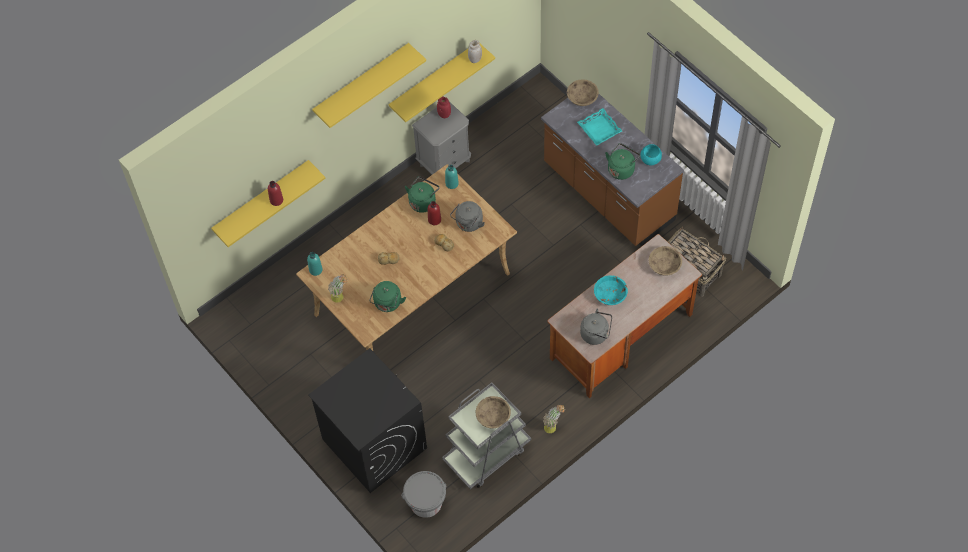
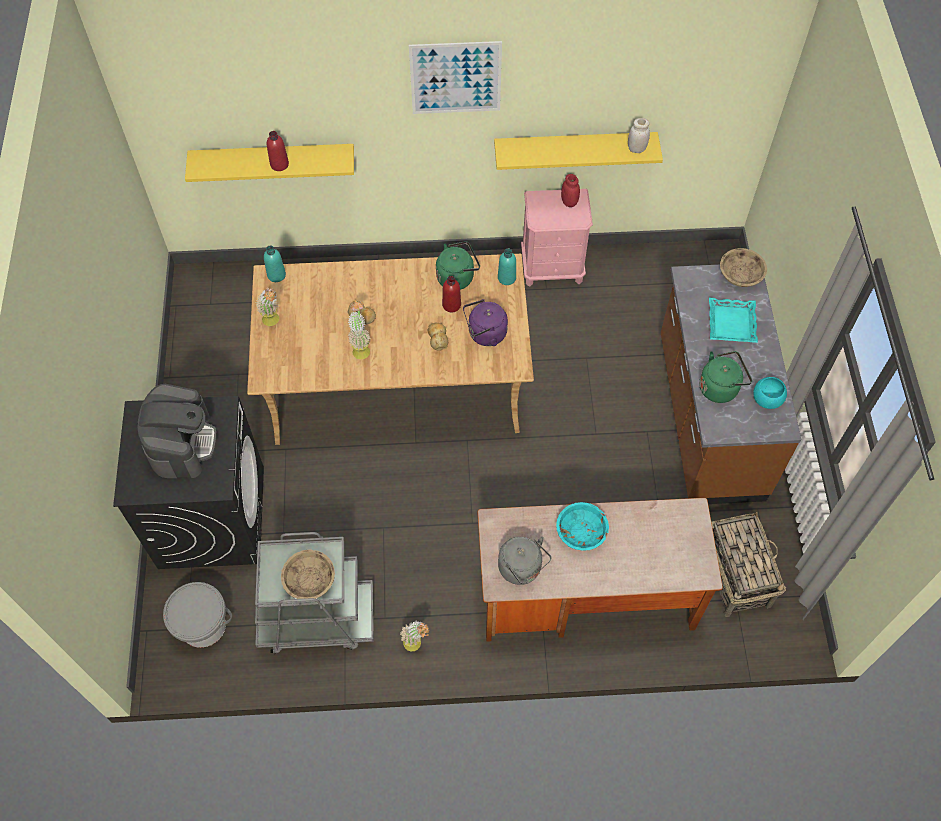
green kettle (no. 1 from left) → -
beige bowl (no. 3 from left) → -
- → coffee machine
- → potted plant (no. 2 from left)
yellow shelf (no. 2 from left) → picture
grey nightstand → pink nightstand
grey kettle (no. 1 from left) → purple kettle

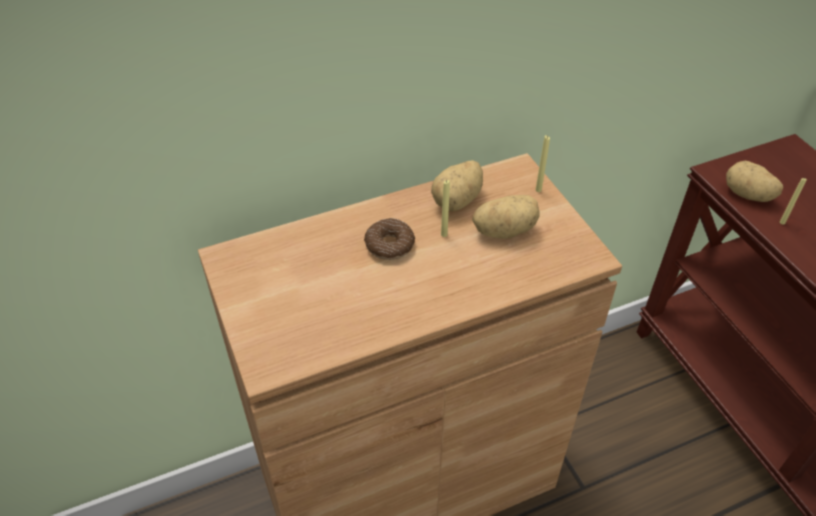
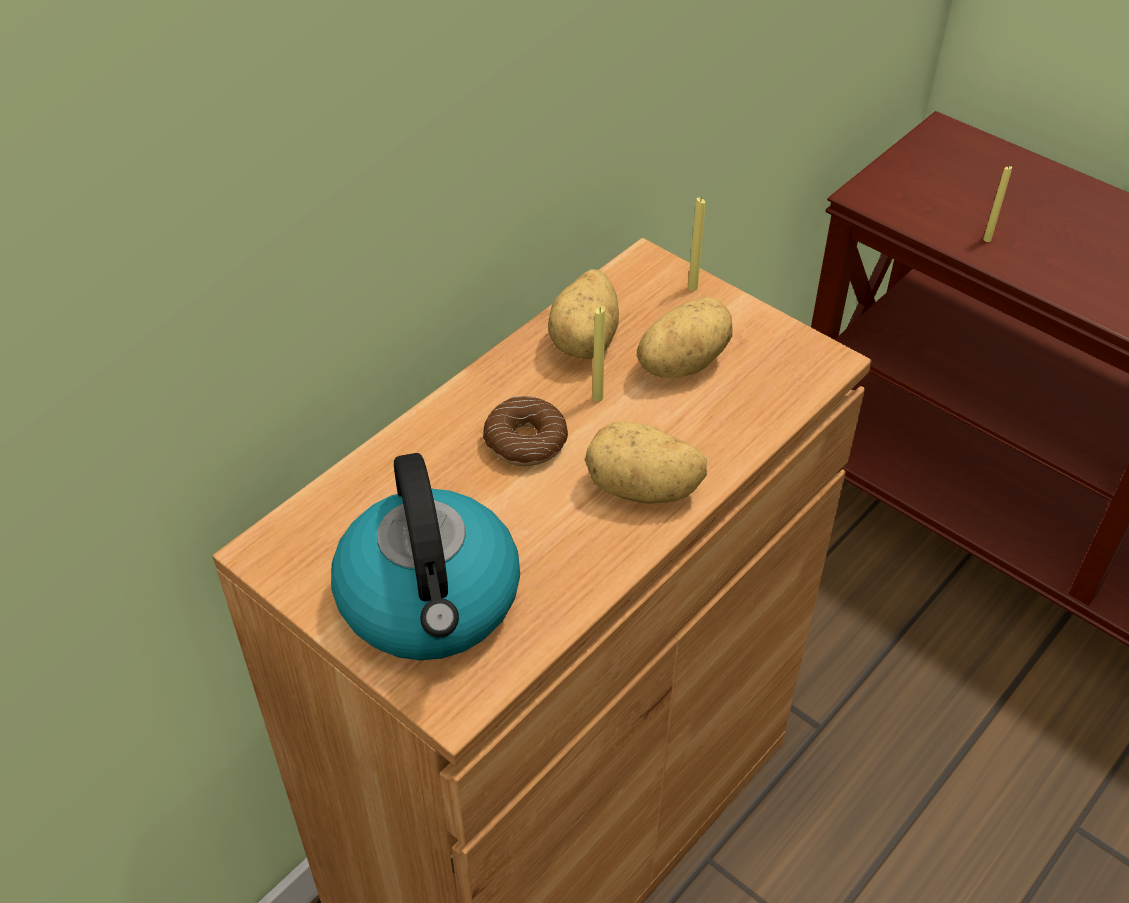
- → kettle
potato (no. 3 from left in the first image) → potato (no. 2 from left), shifted

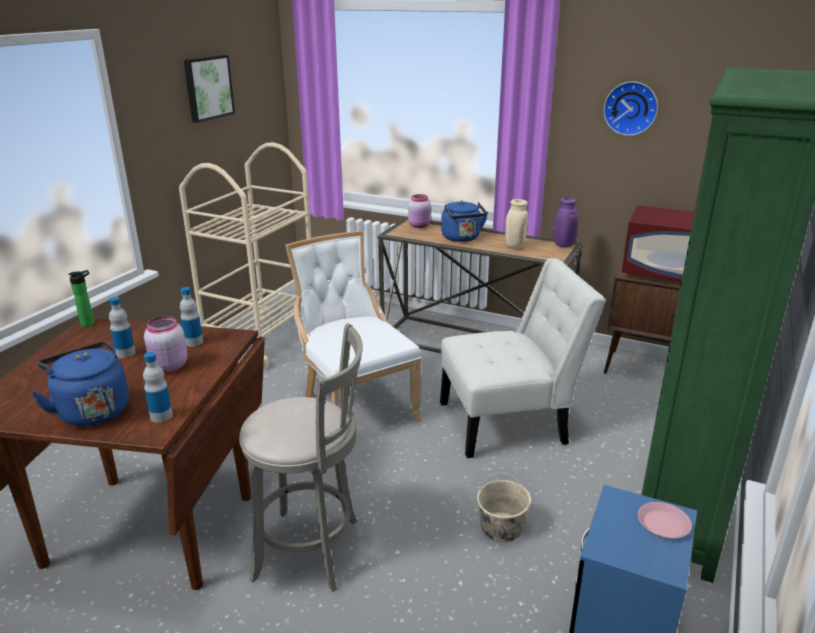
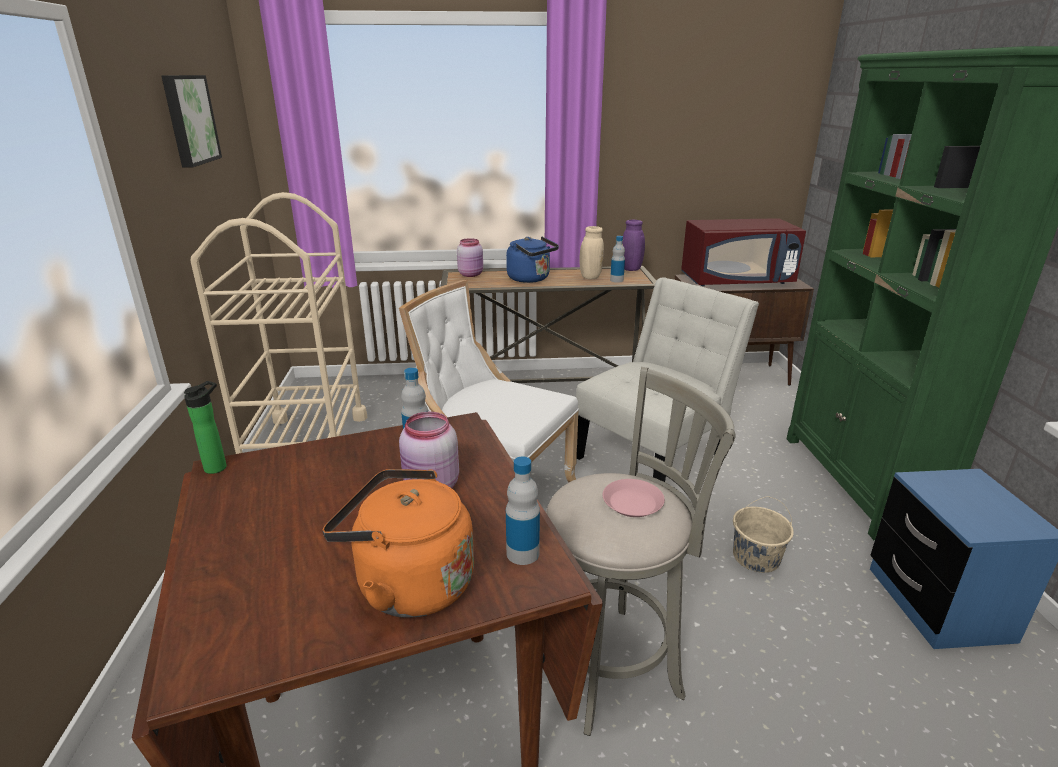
wall clock → -
bottle (no. 2 from left in the first image) → bottle (no. 4 from left), shifted
pink plate, shifted
blue kettle (no. 1 from left) → orange kettle

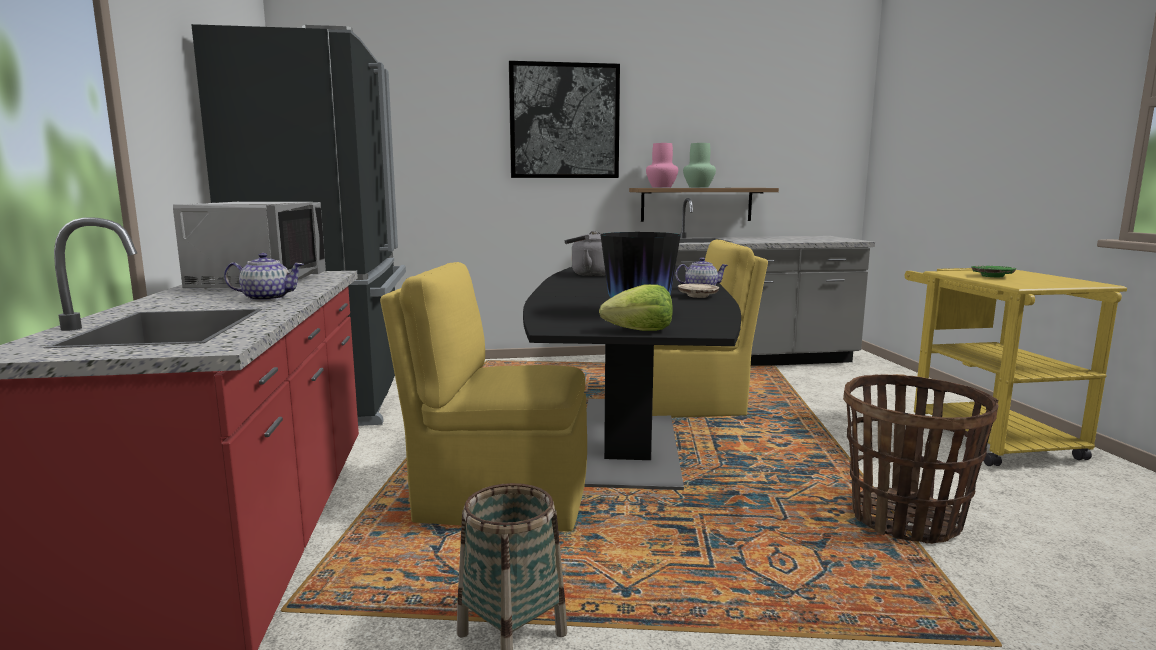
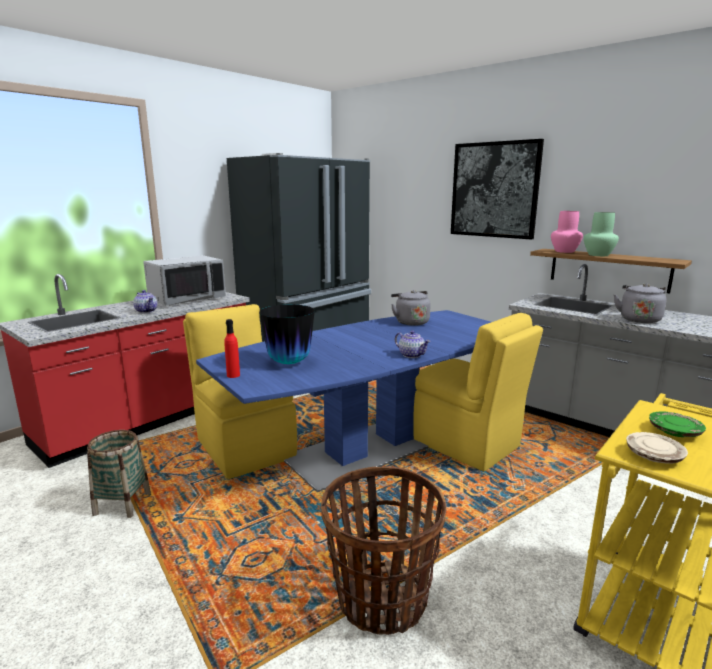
- → grey kettle (no. 2 from left)
beige plate, shifted
lettuce → red bottle
black dining table → blue dining table

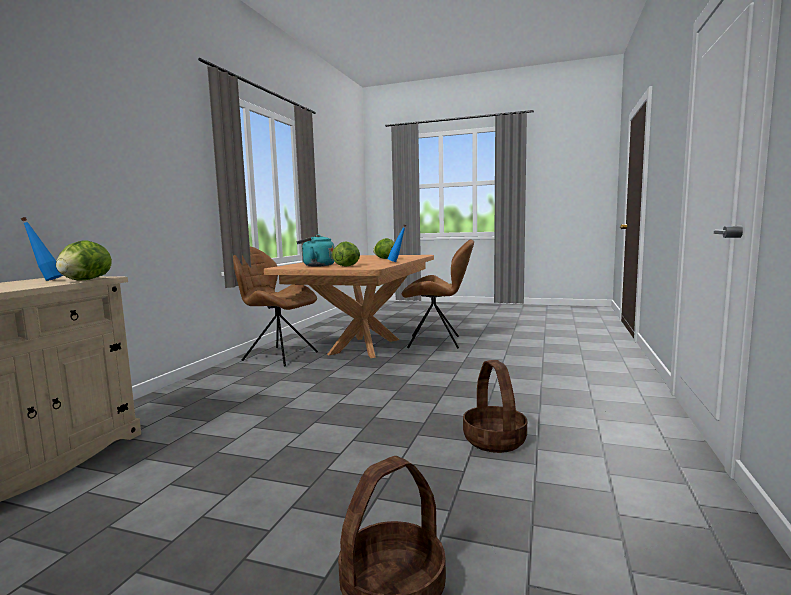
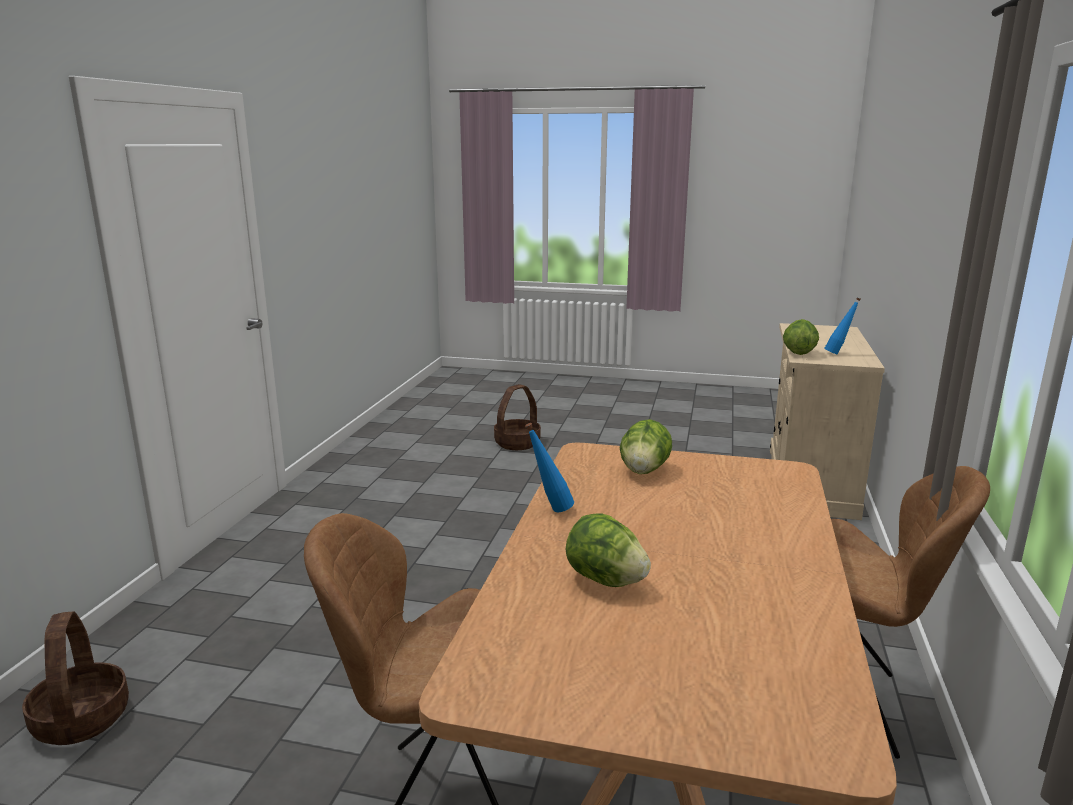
turquoise kettle → -
basket (no. 2 from left in the first image) → basket (no. 1 from left), shifted

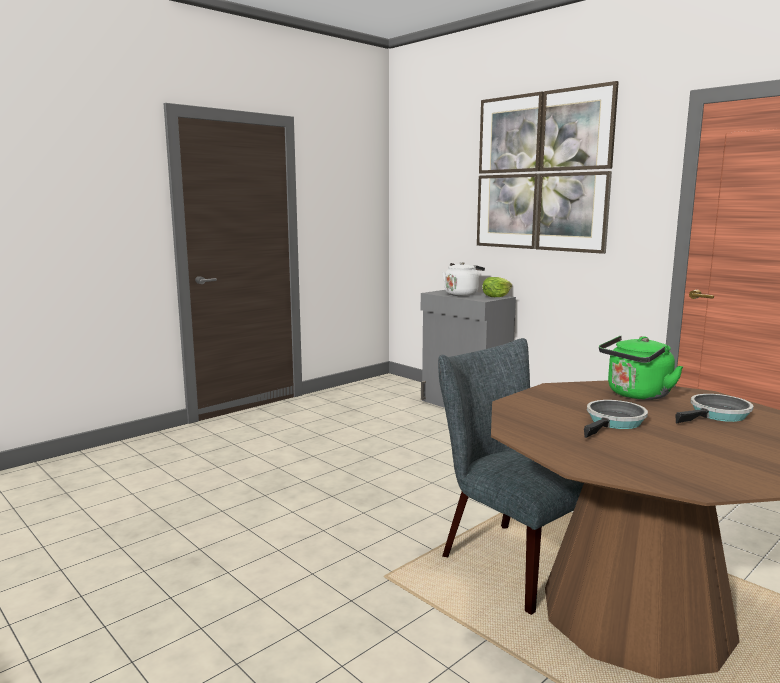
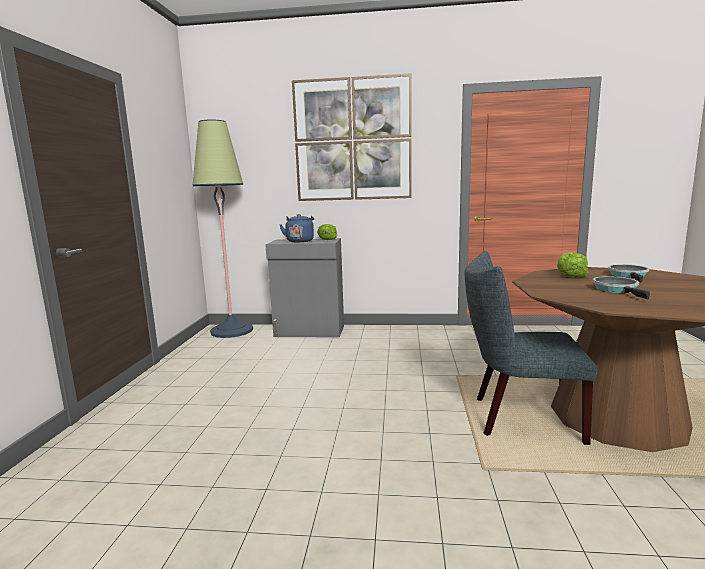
- → floor lamp
green kettle → lettuce (no. 2 from left)
white kettle → blue kettle

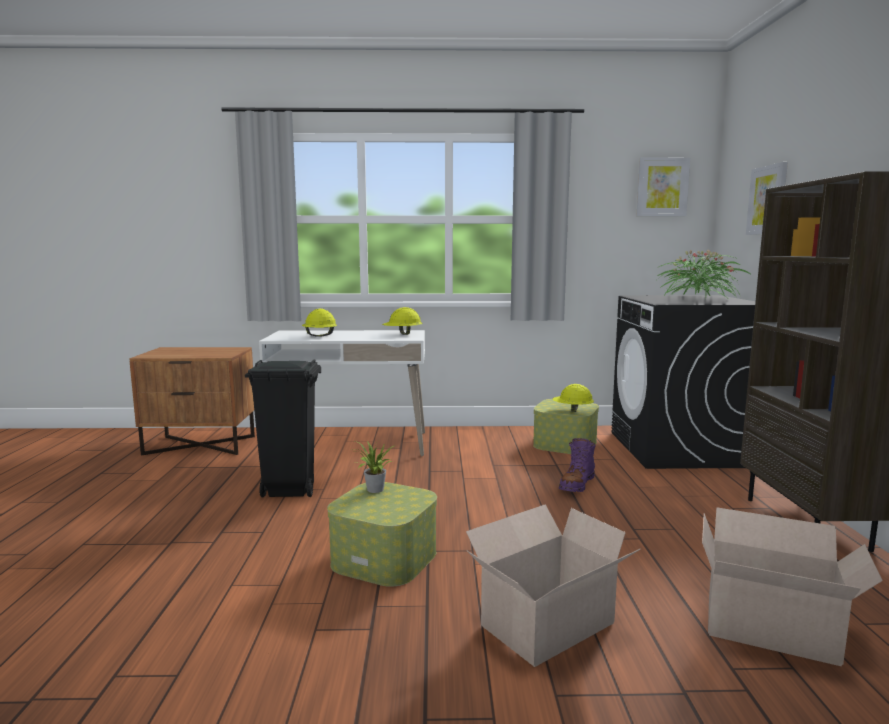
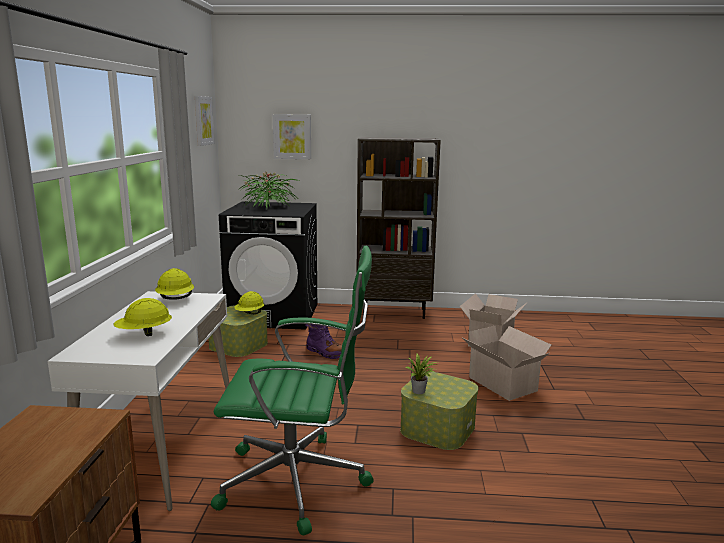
black trash can → green office chair

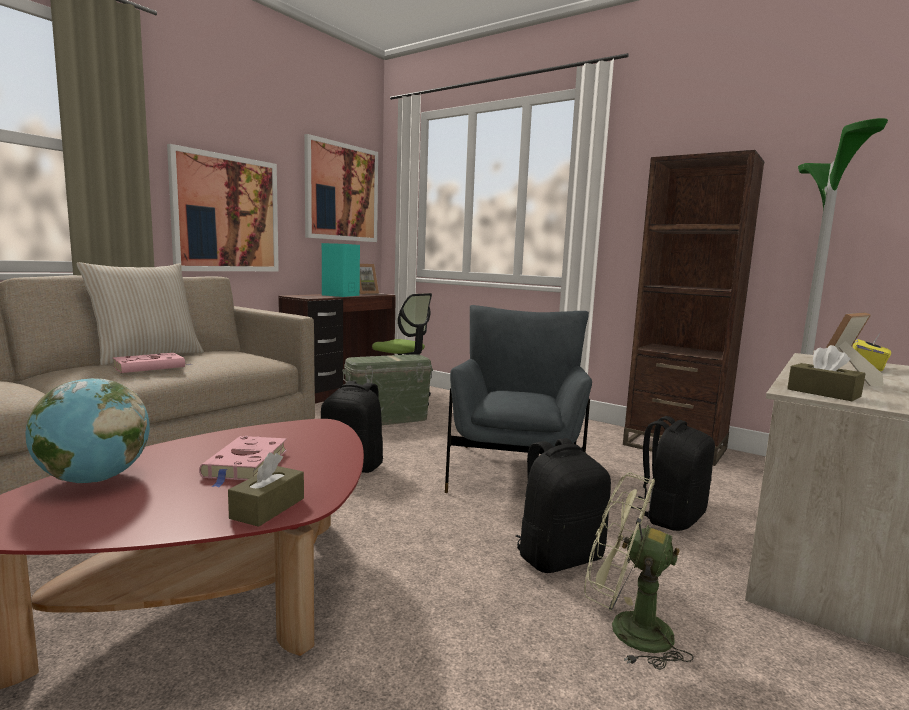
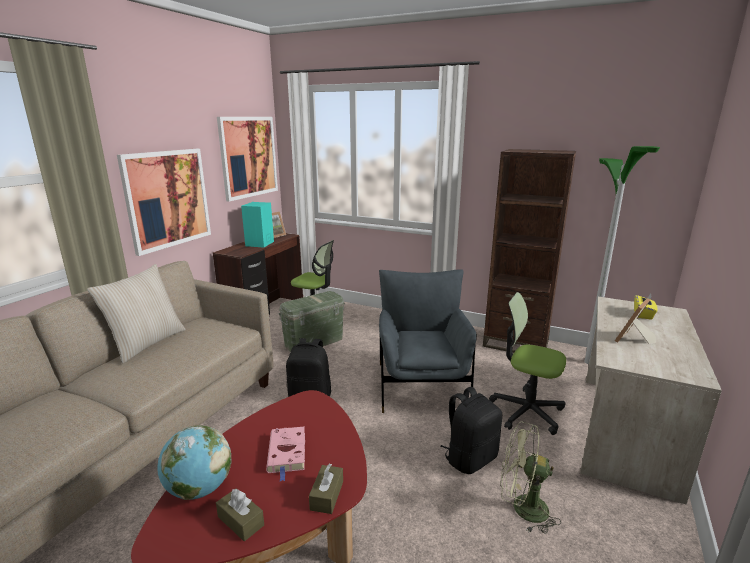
pink book (no. 1 from left) → -
brown tissue box (no. 2 from left in the first image) → brown tissue box (no. 1 from left), shifted
black backpack (no. 3 from left) → office chair (no. 2 from left)

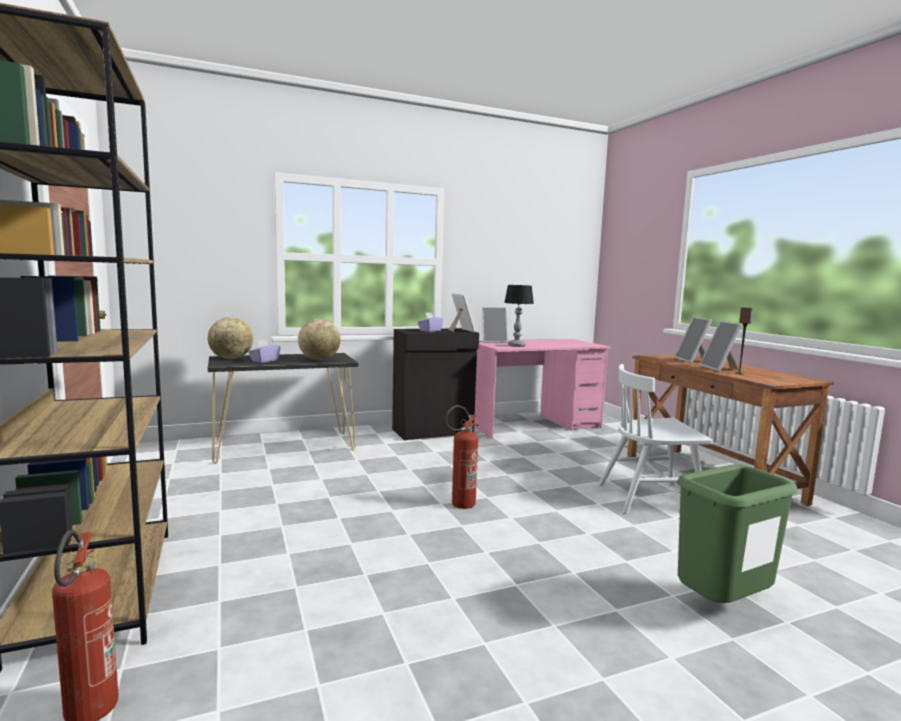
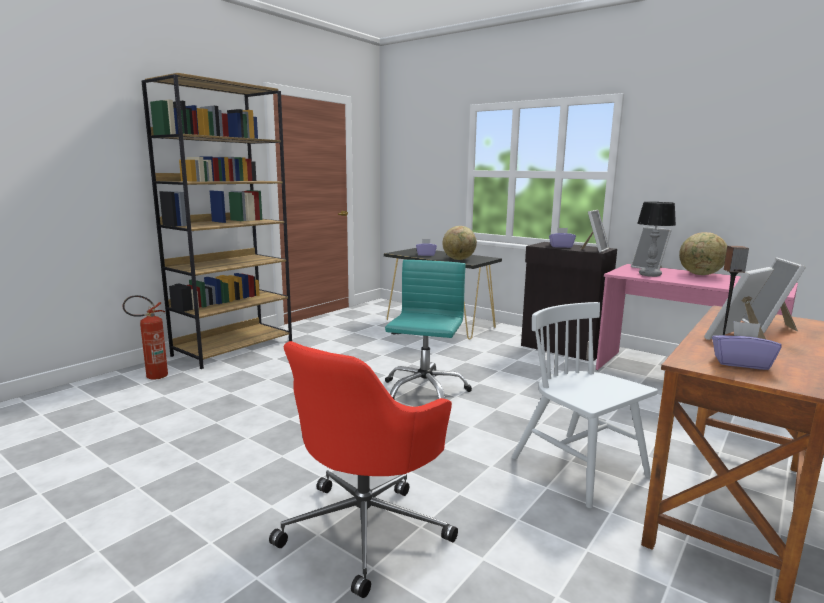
- → purple tissue box (no. 3 from left)
globe (no. 1 from left in the first image) → globe (no. 2 from left), shifted
fire extinguisher (no. 2 from left) → turquoise office chair
green trash can → red office chair
picture frame (no. 3 from left in the first image) → picture frame (no. 4 from left), 45 degrees counterclockwise

